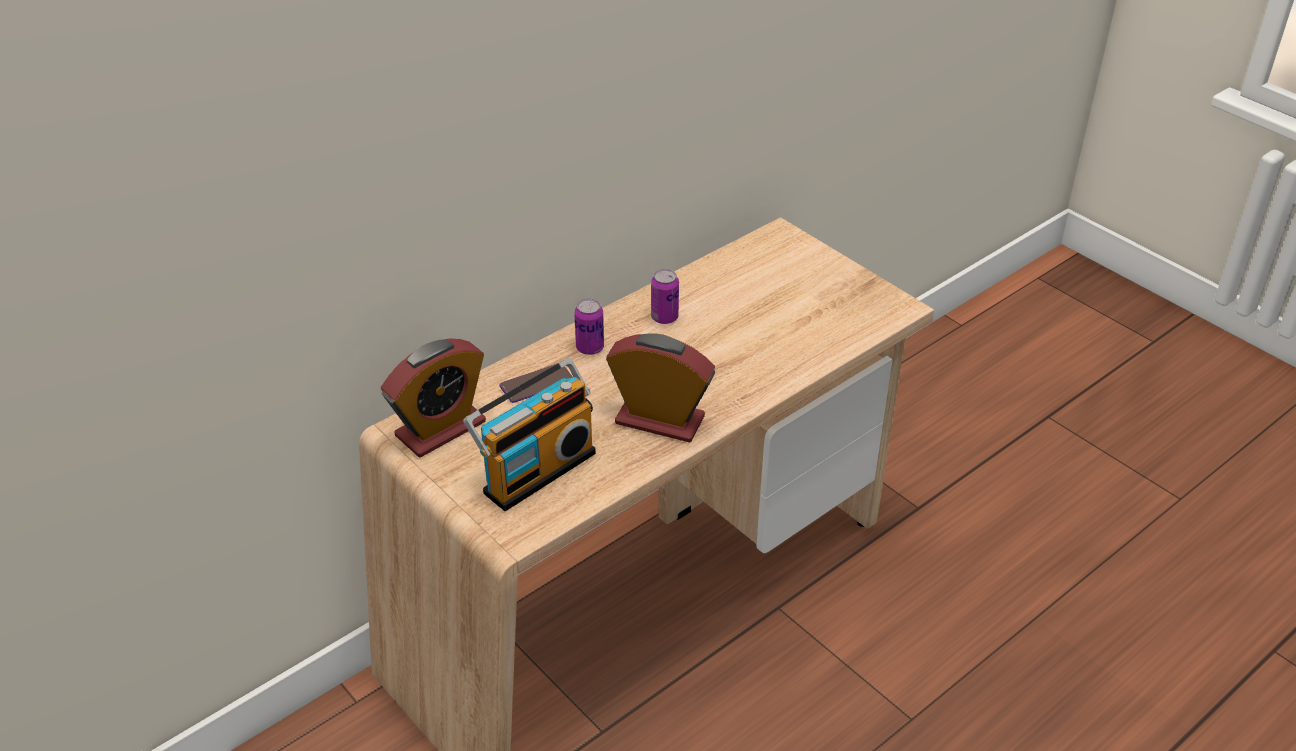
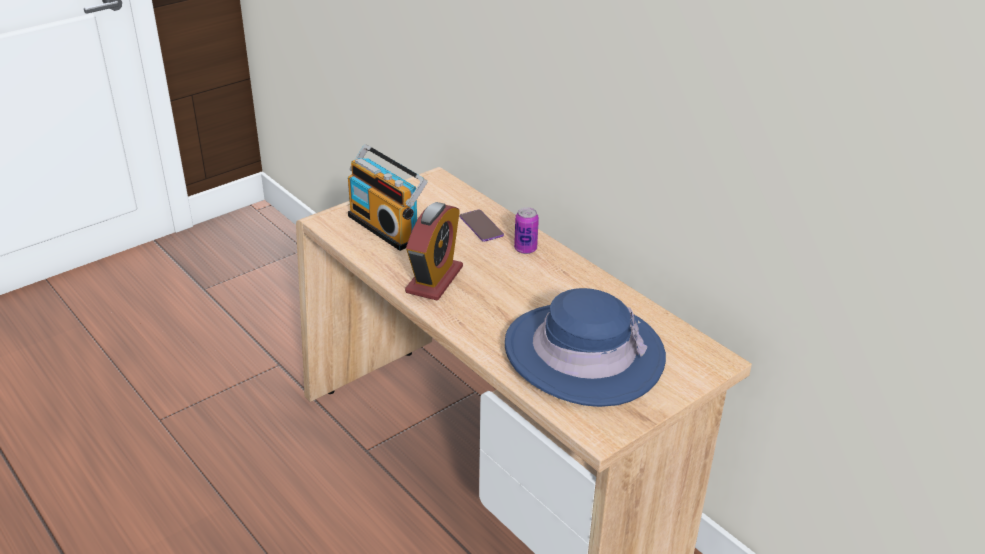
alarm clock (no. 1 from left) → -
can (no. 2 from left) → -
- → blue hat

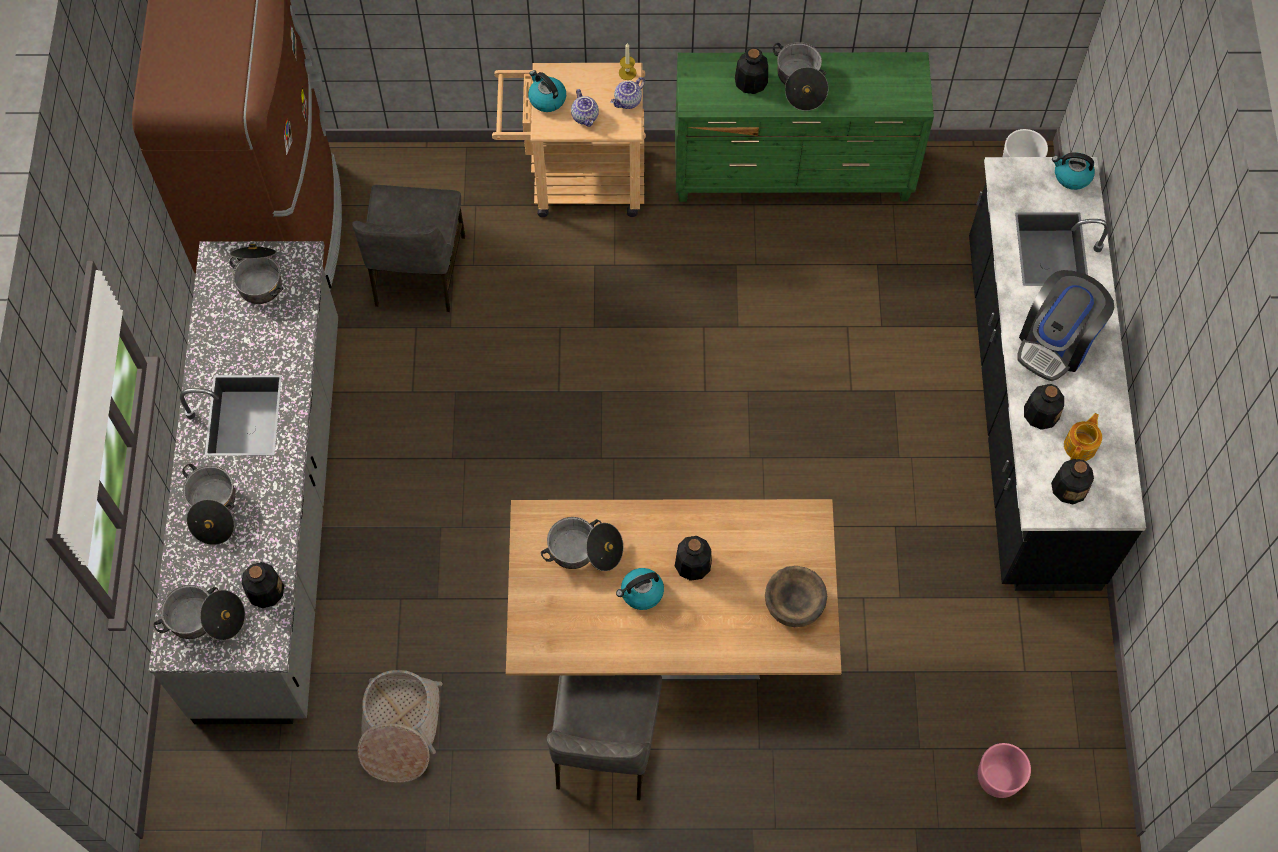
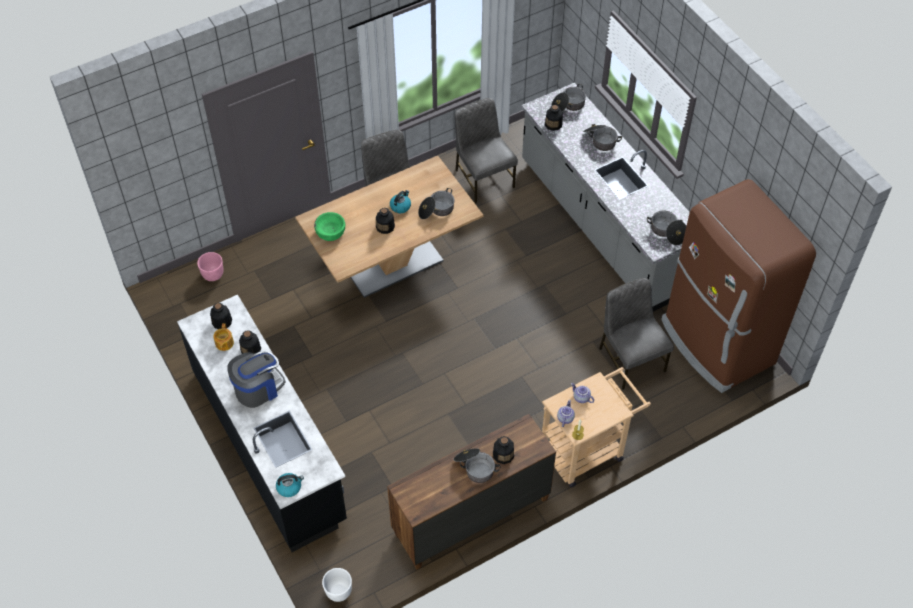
kettle (no. 1 from left) → -
basket → grey chair (no. 2 from left)
green dresser → brown dresser
brown bowl → green bowl
coffee machine, 45 degrees clockwise

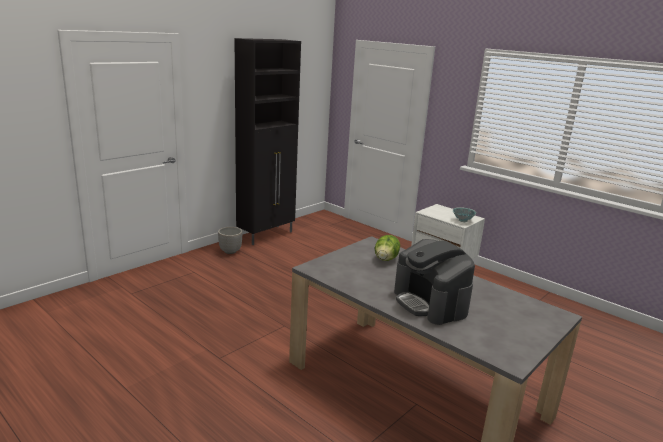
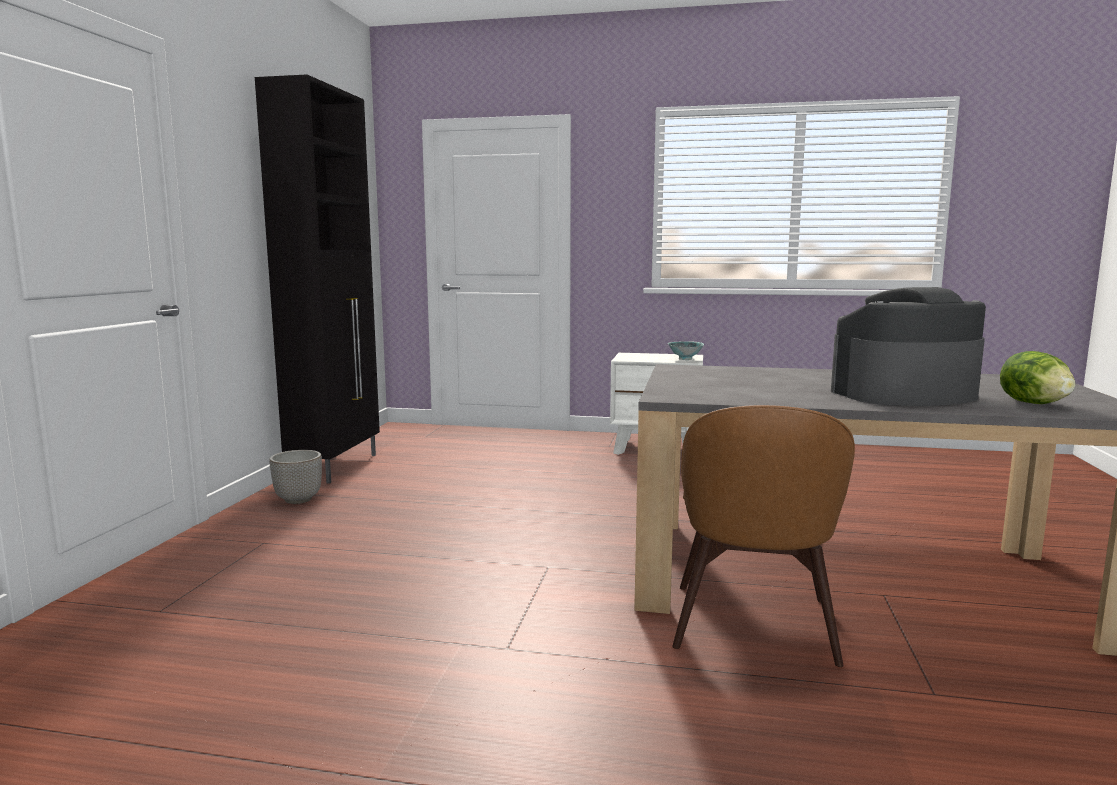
- → brown chair
lettuce, shifted
coffee machine, 135 degrees clockwise

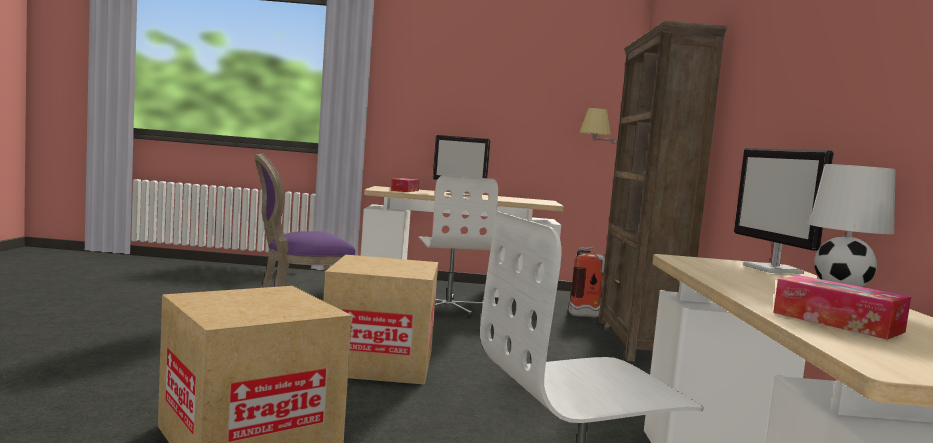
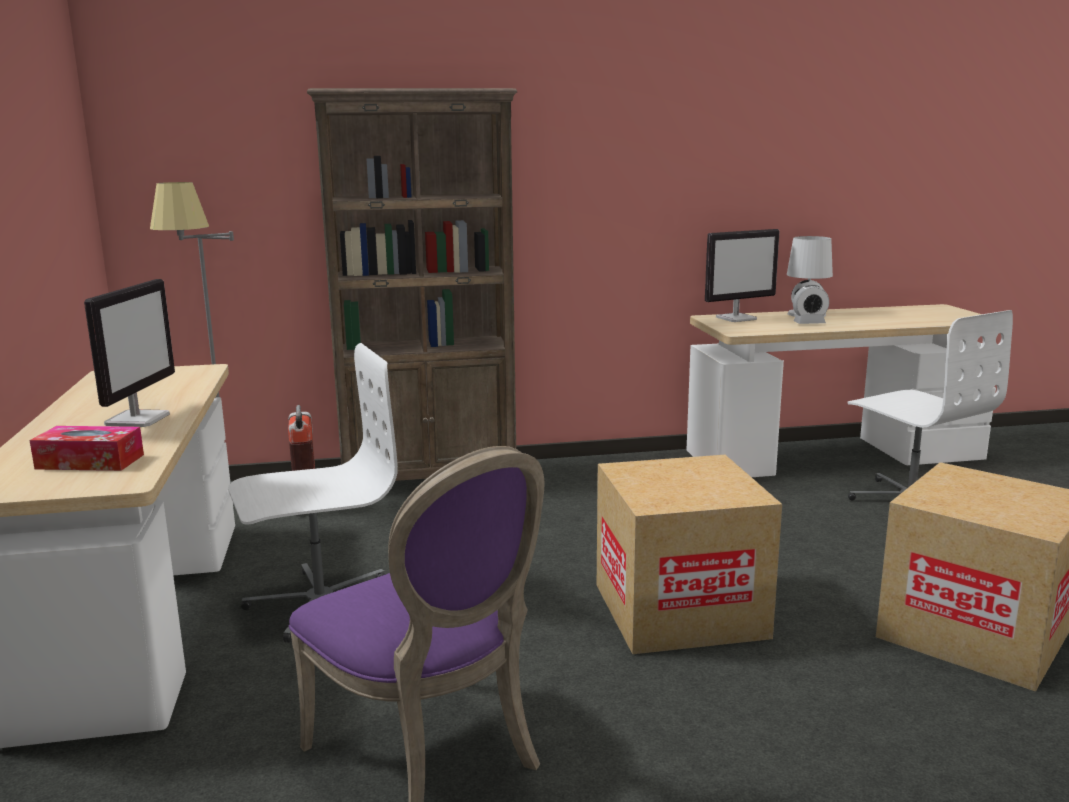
tissue box (no. 2 from left) → -
- → alarm clock

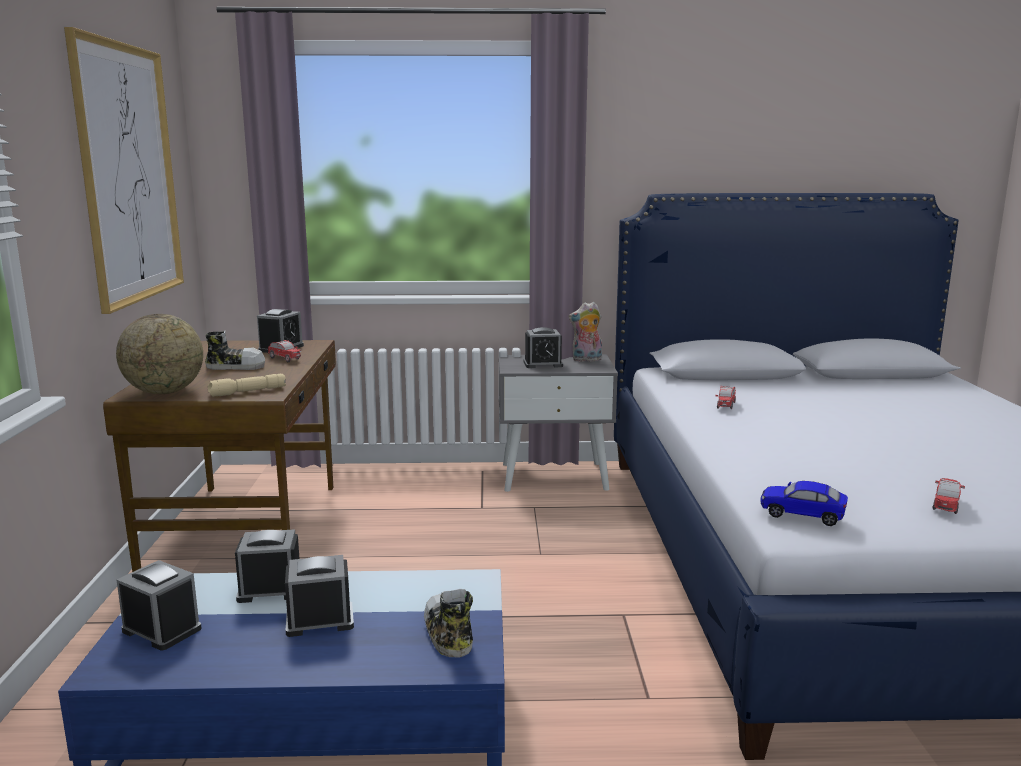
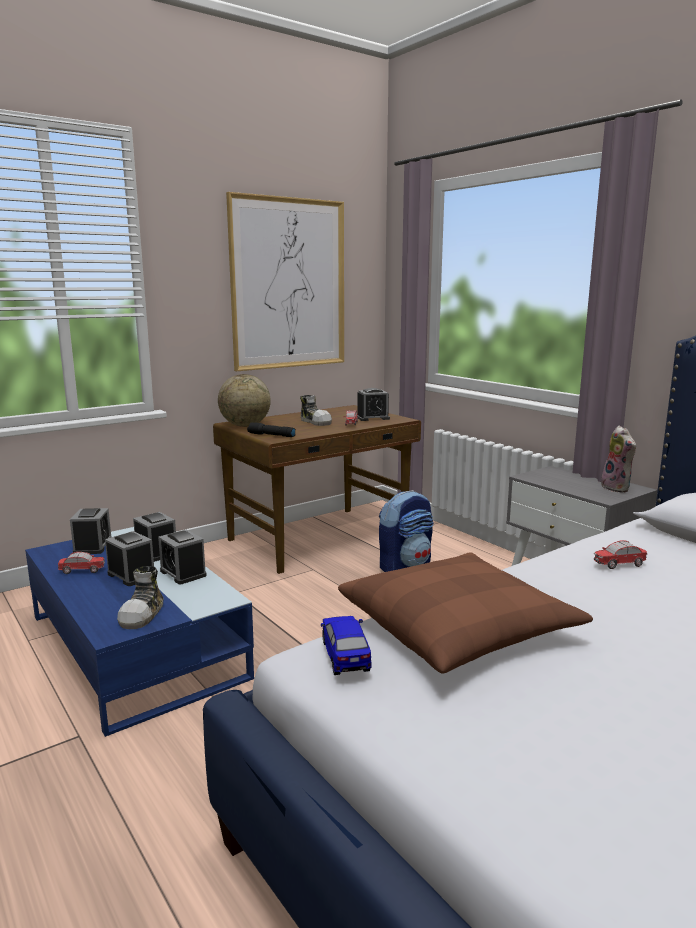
- → brown pillow
- → backpack
alarm clock (no. 5 from left in the first image) → alarm clock (no. 4 from left), shifted
toy car (no. 4 from left in the first image) → toy car (no. 1 from left), shifted
beige flashlight → black flashlight
shoe (no. 2 from left in the first image) → shoe (no. 1 from left), 150 degrees clockwise
plush toy, 150 degrees counterclockwise

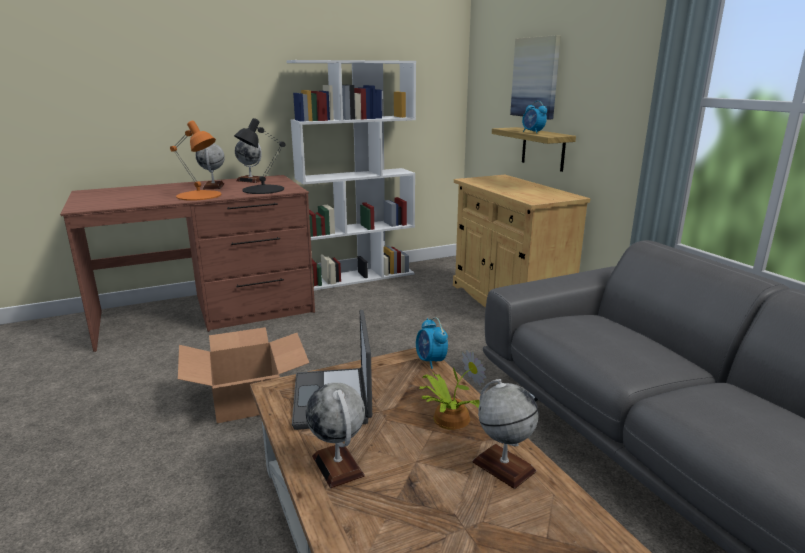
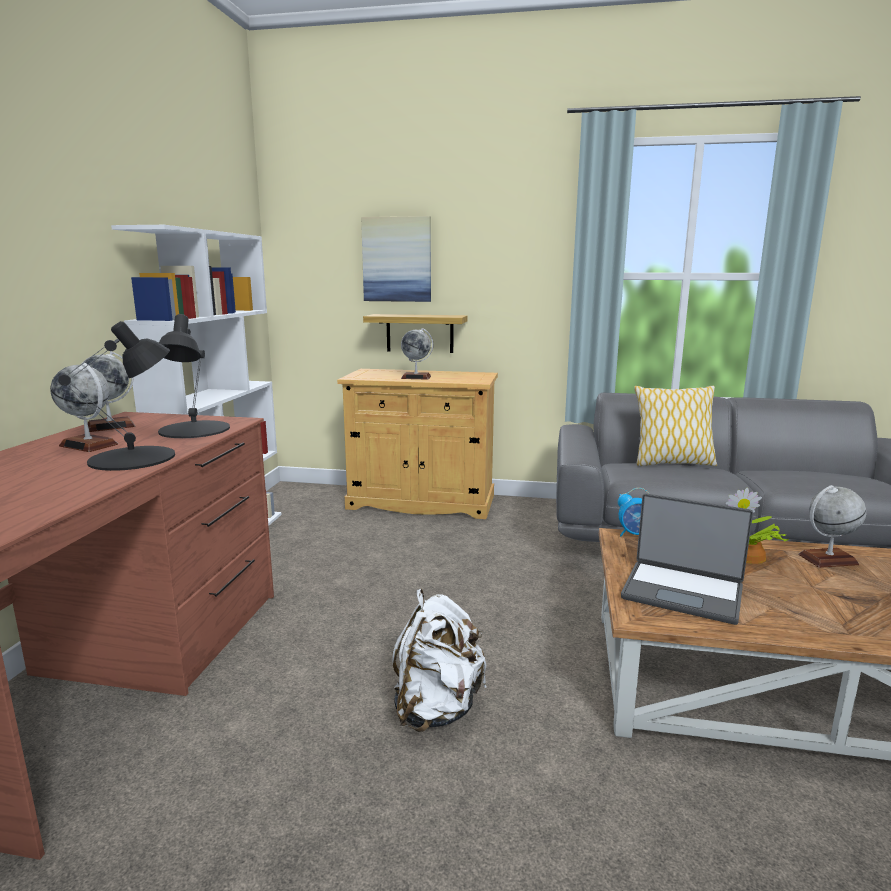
alarm clock (no. 2 from left) → -
- → pillow
globe (no. 3 from left), shifted
cardboard box → white backpack
orange table lamp → black table lamp (no. 1 from left)

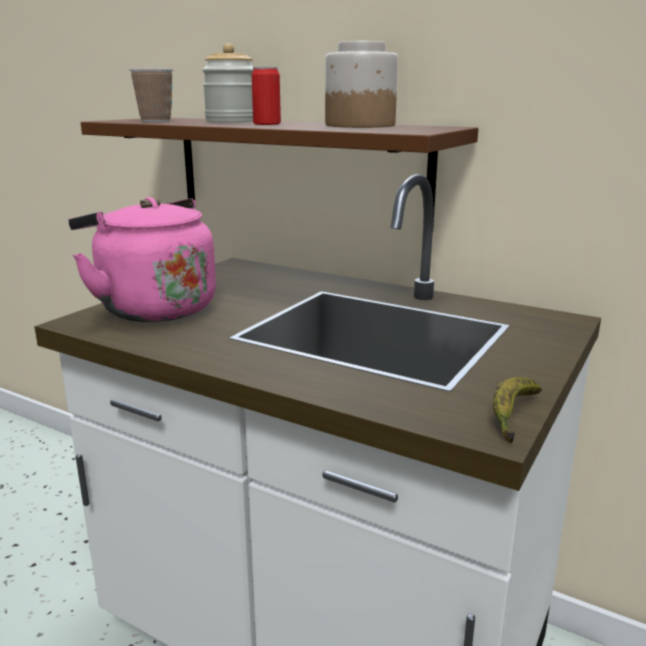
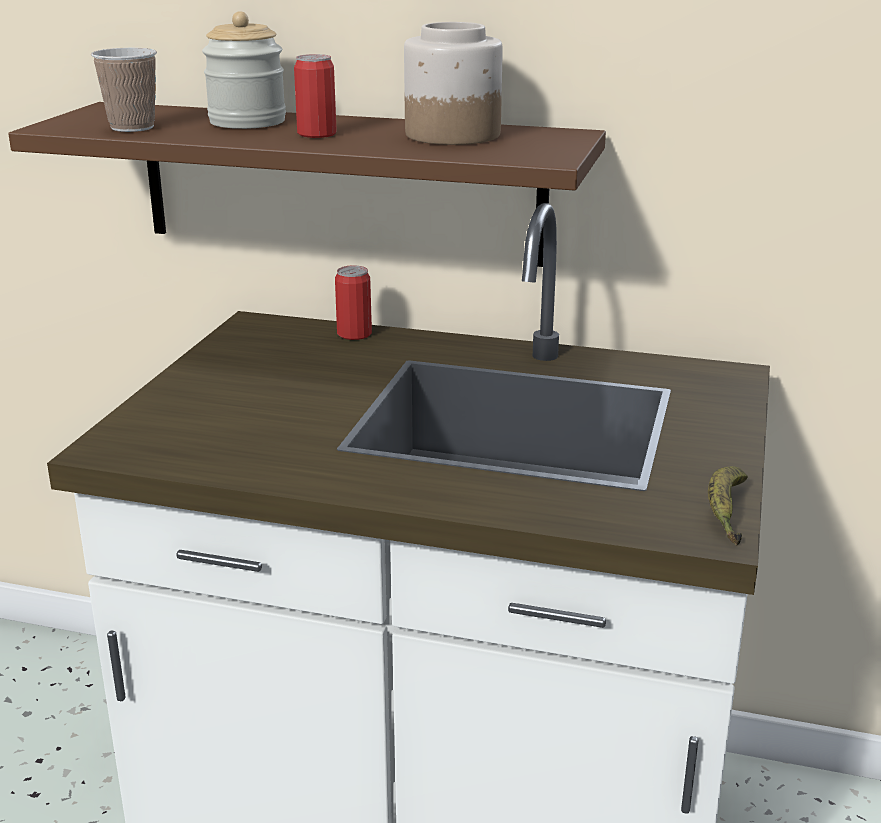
pink kettle → -
- → can (no. 2 from left)

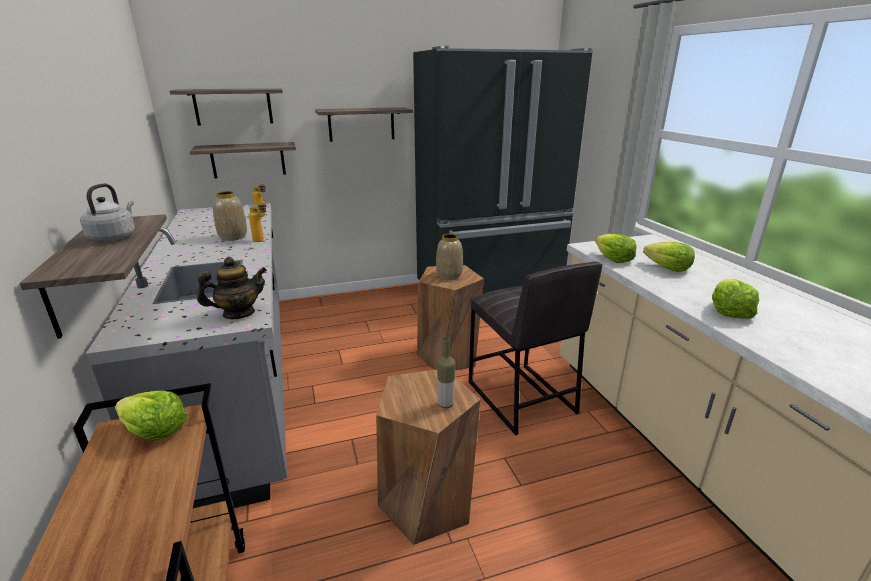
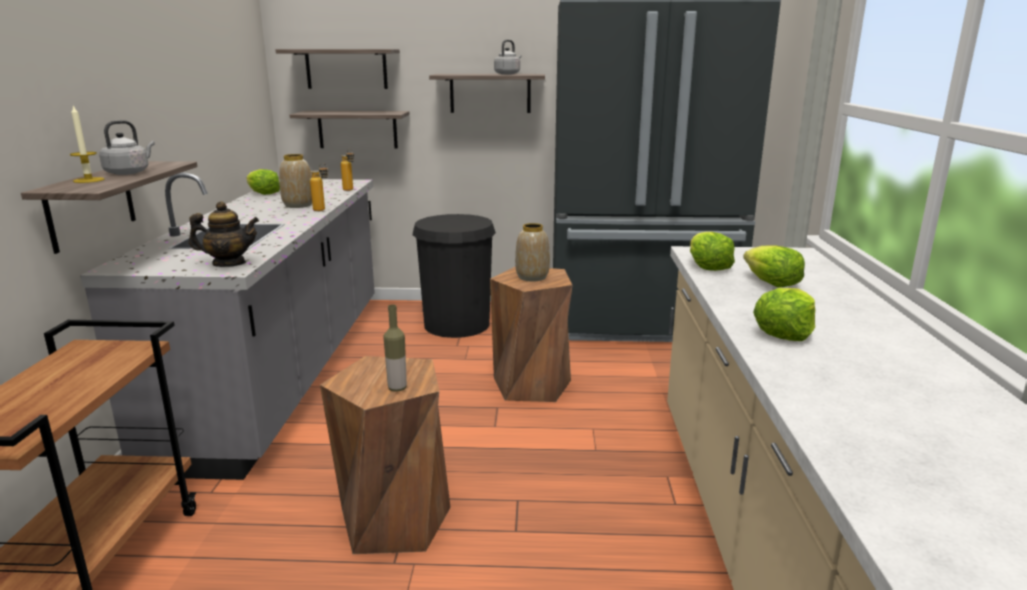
grey stool → -
- → candle
- → black trash can
- → grey kettle (no. 2 from left)
lettuce (no. 1 from left), shifted

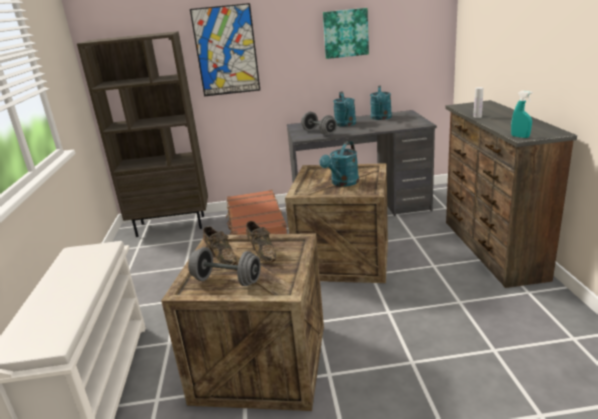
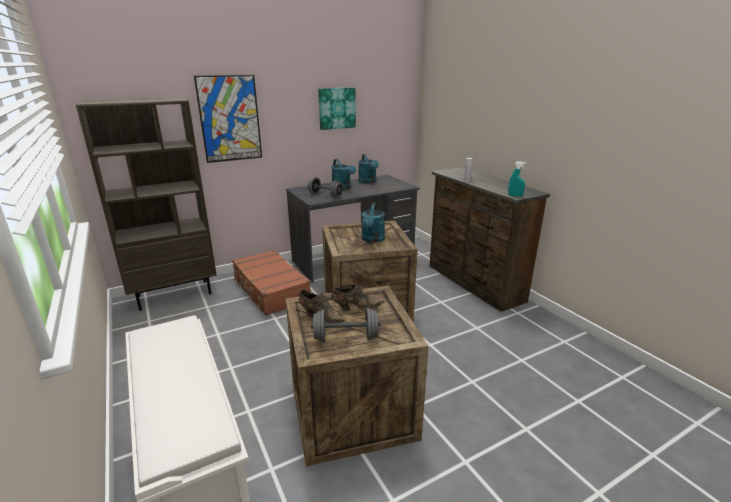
brown shoe (no. 2 from left), 45 degrees counterclockwise

